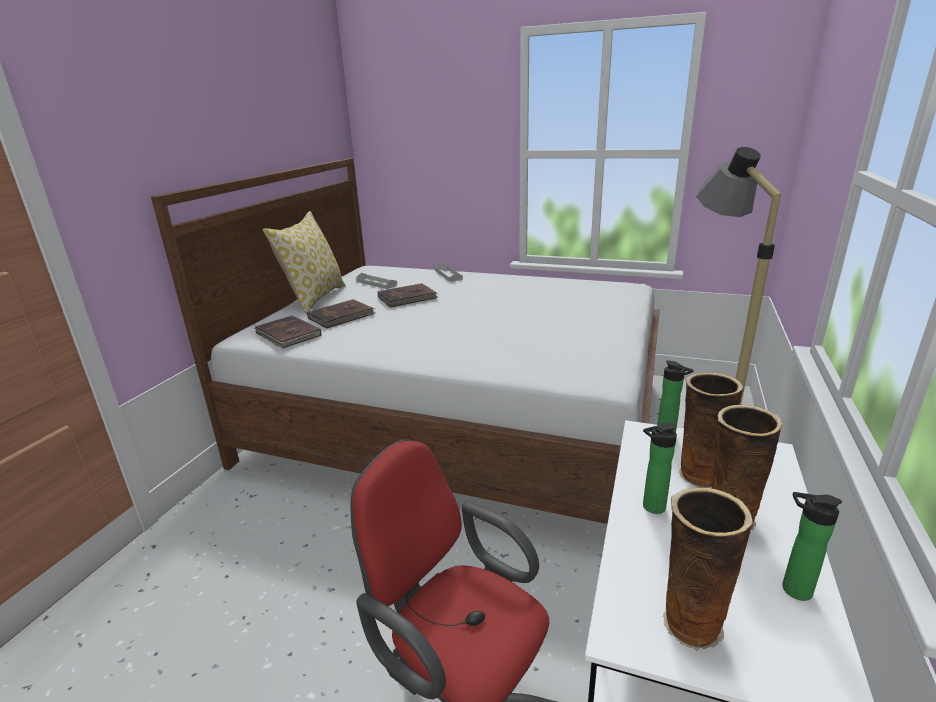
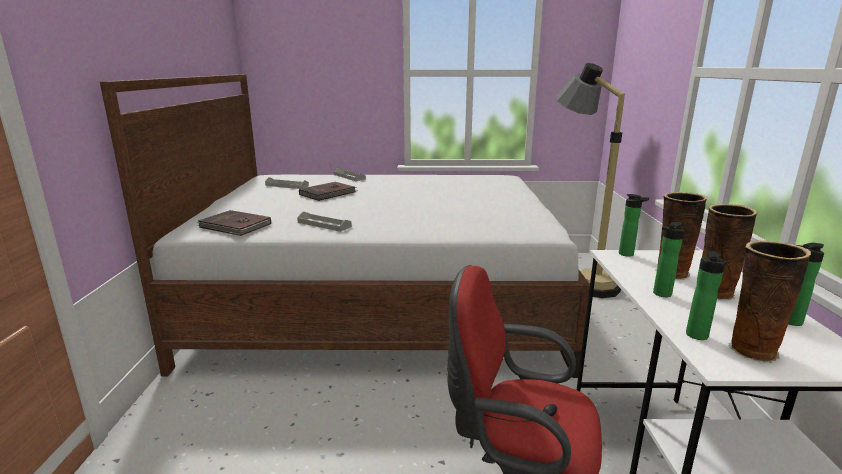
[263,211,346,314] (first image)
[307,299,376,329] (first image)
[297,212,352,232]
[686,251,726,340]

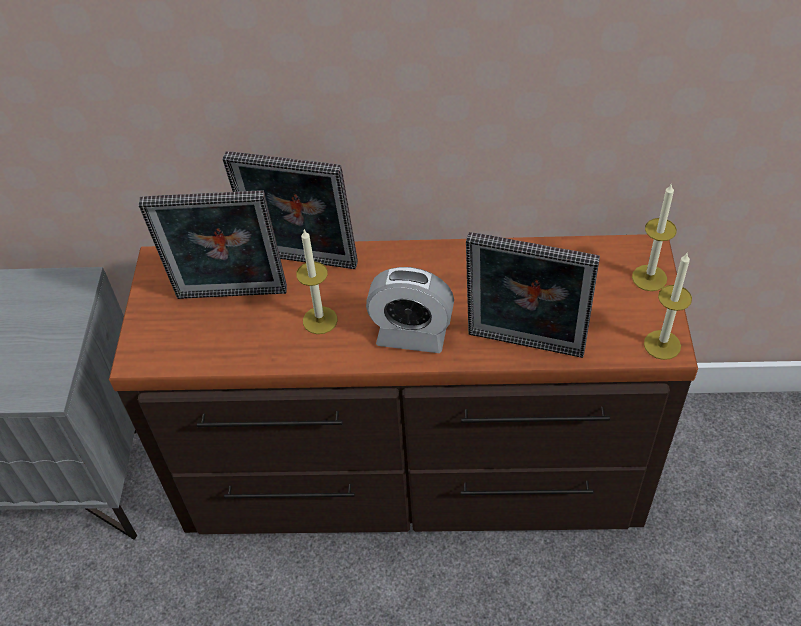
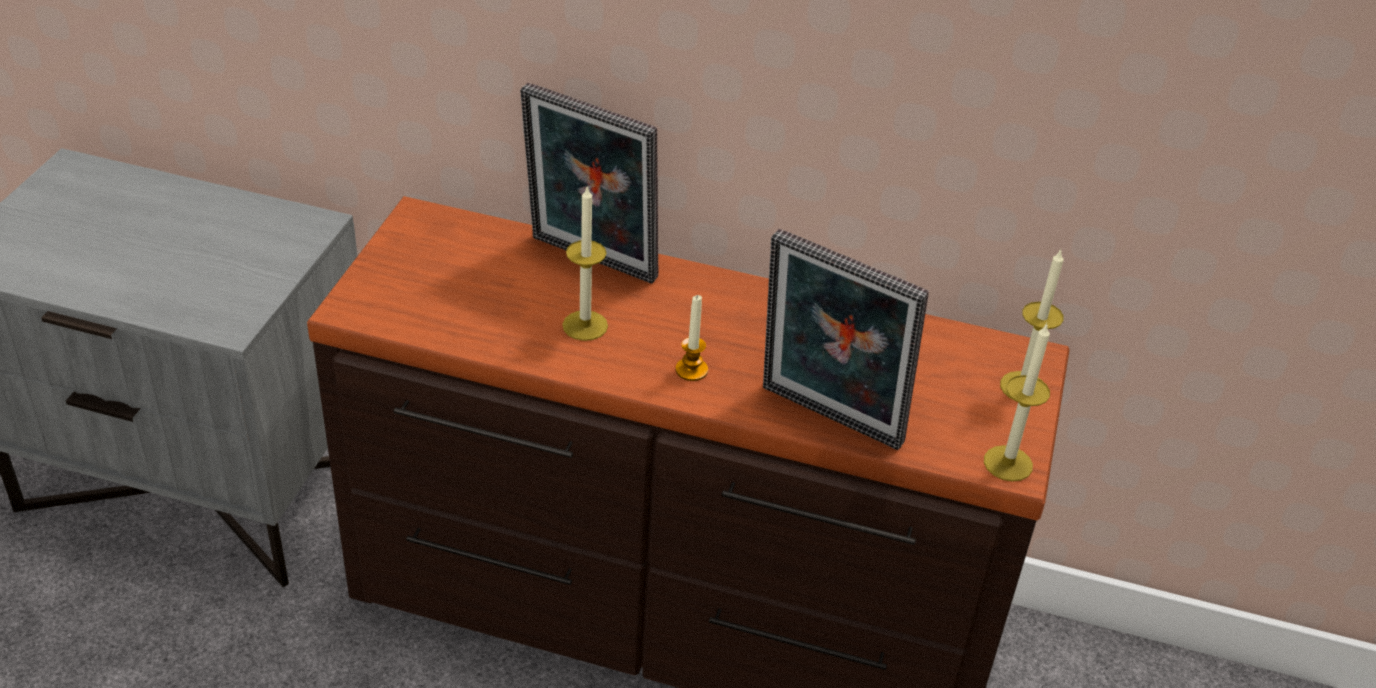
[139,190,287,299] (first image)
[676,295,708,381]

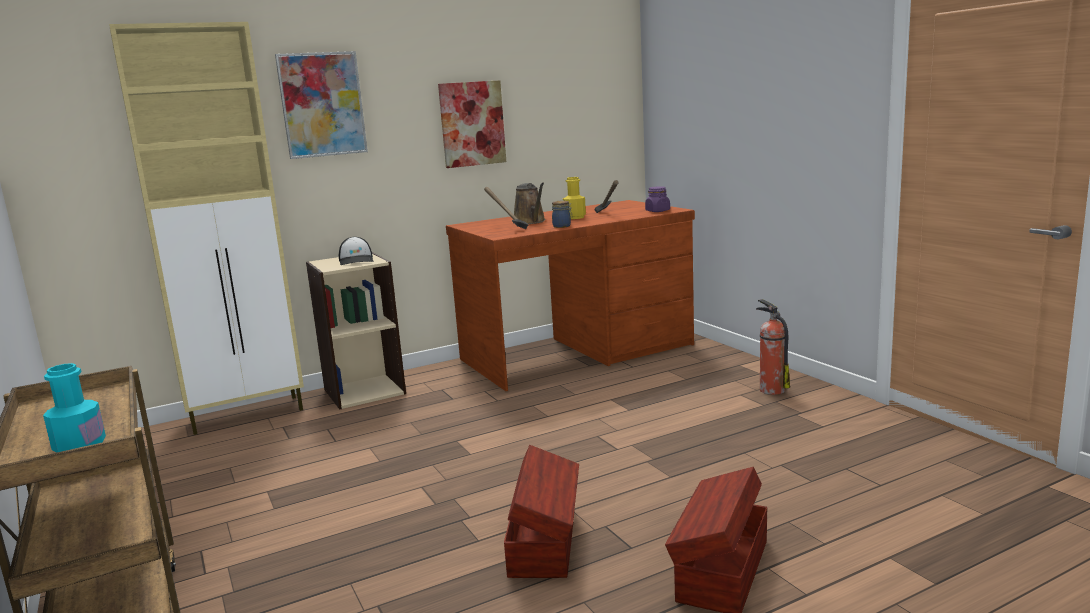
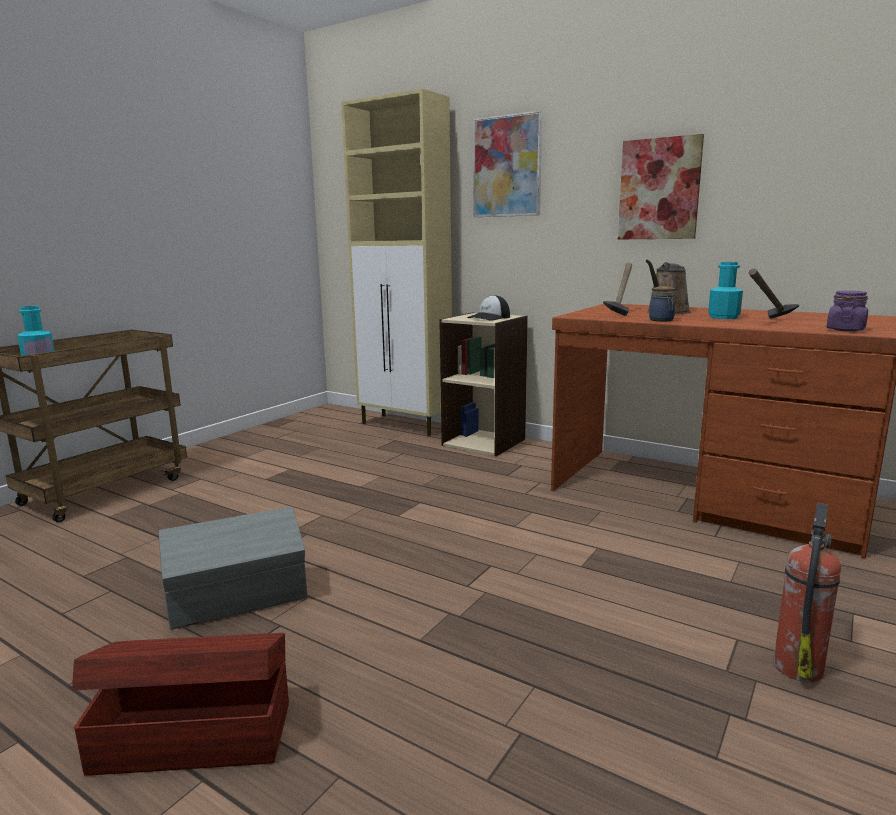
[708,262,743,319]
[159,507,307,630]

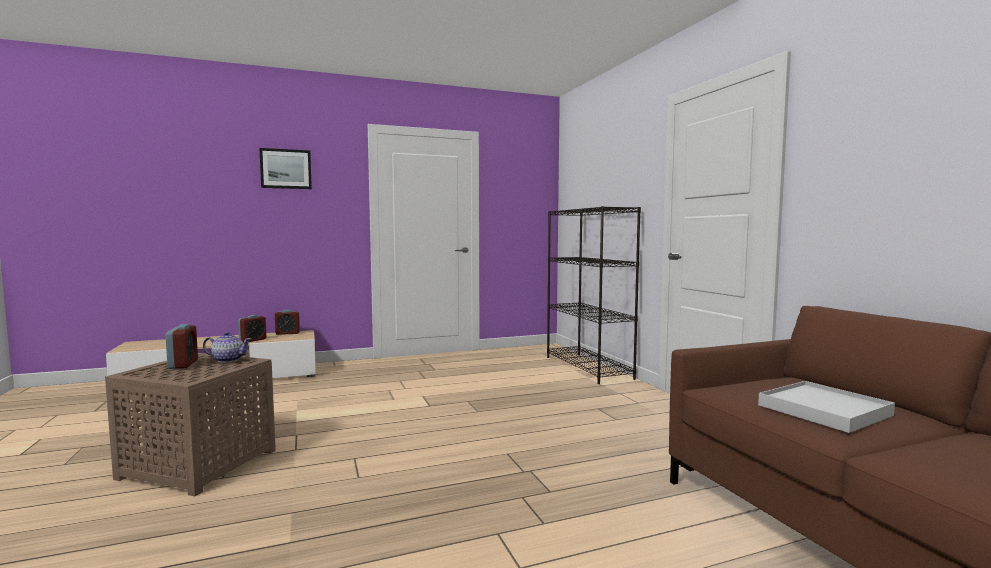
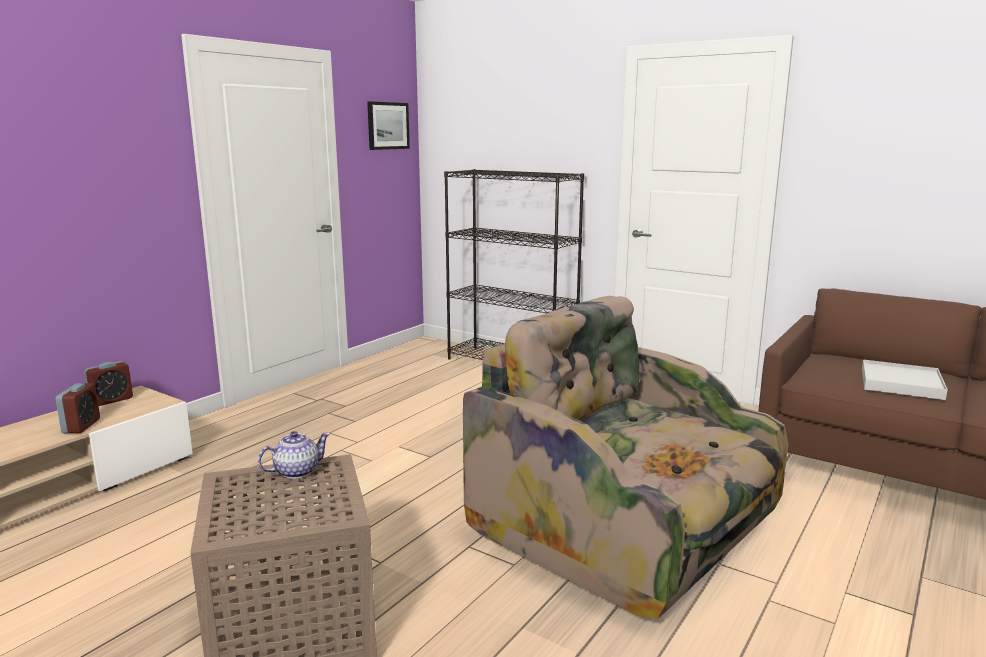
[367,101,410,150]
[165,324,198,369] (first image)
[463,296,788,620]

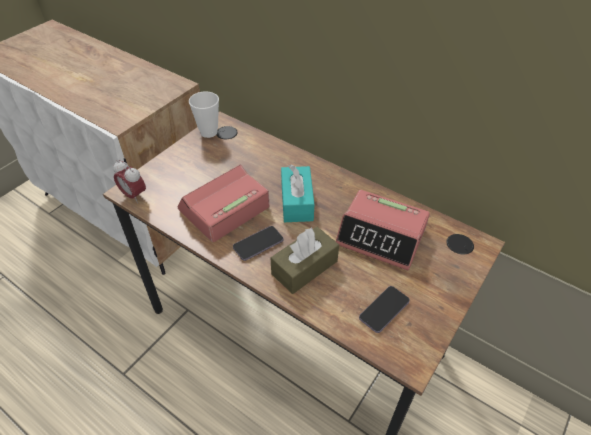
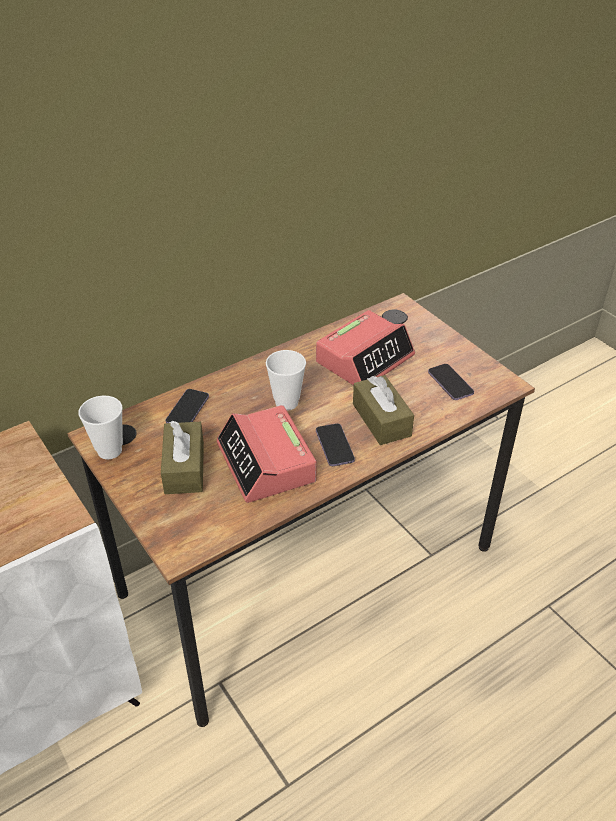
[113,160,146,203] (first image)
[266,350,306,411]
[166,389,209,423]
[161,421,204,494]

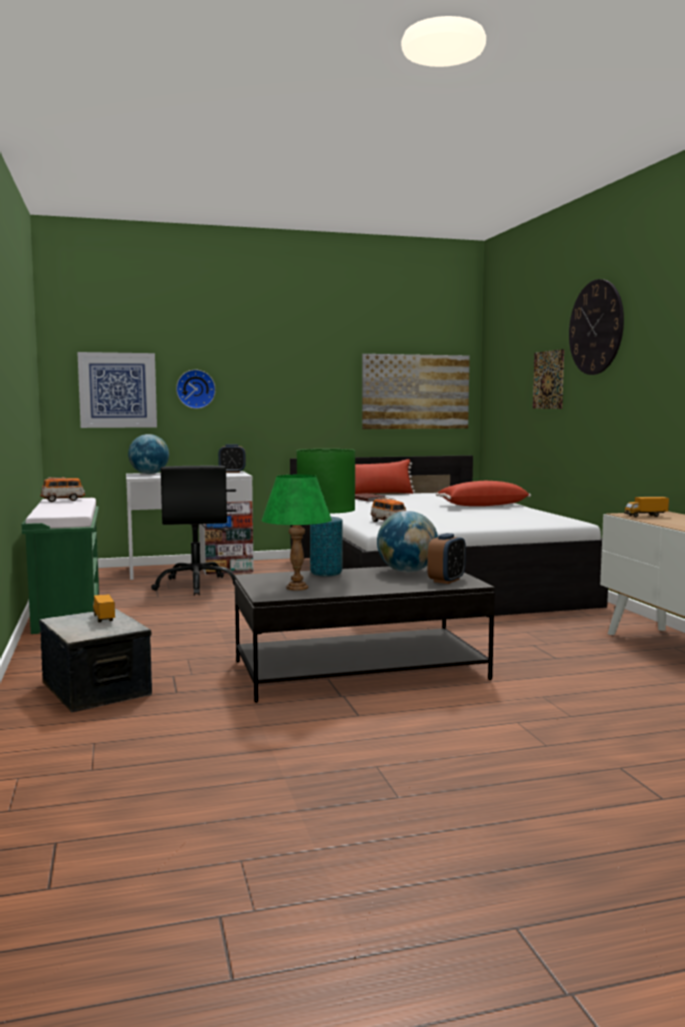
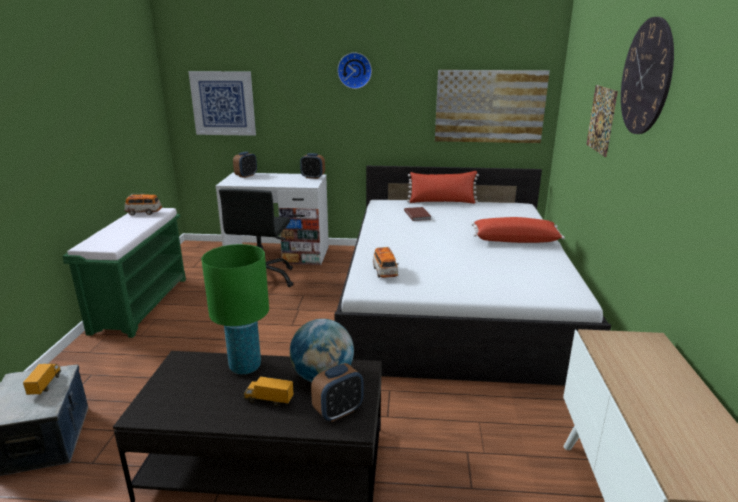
[337,52,372,89]
[233,152,257,178]
[262,475,332,590] (first image)
[243,376,294,406]

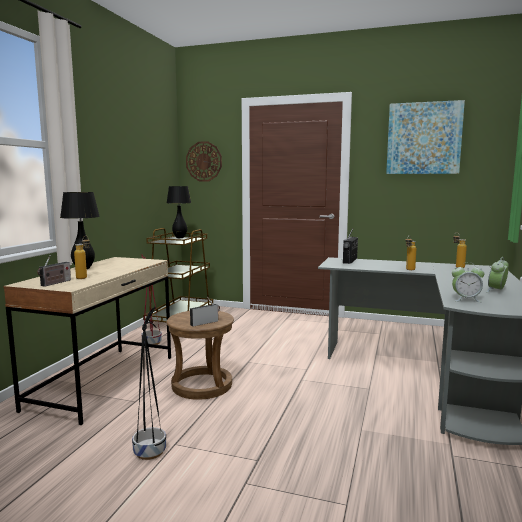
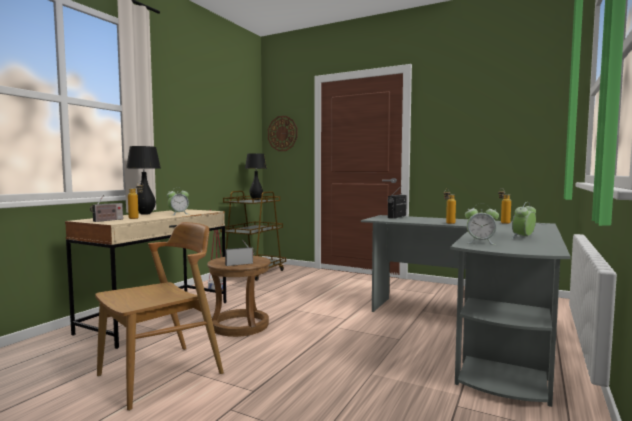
[386,100,465,174] (first image)
[95,222,224,411]
[167,189,189,215]

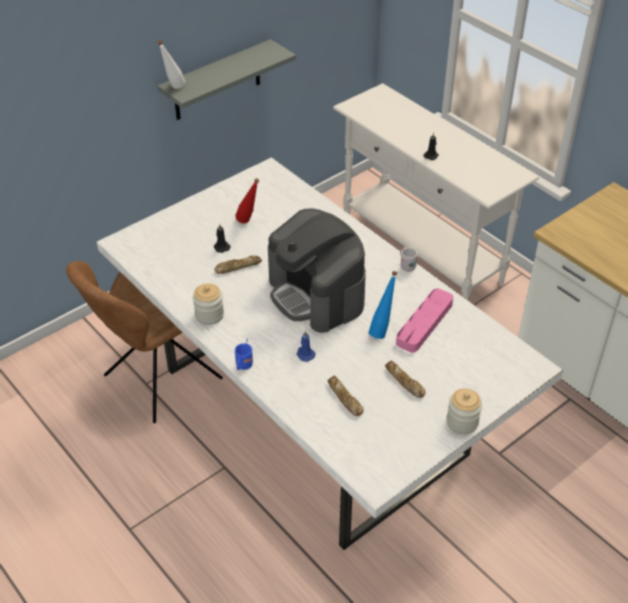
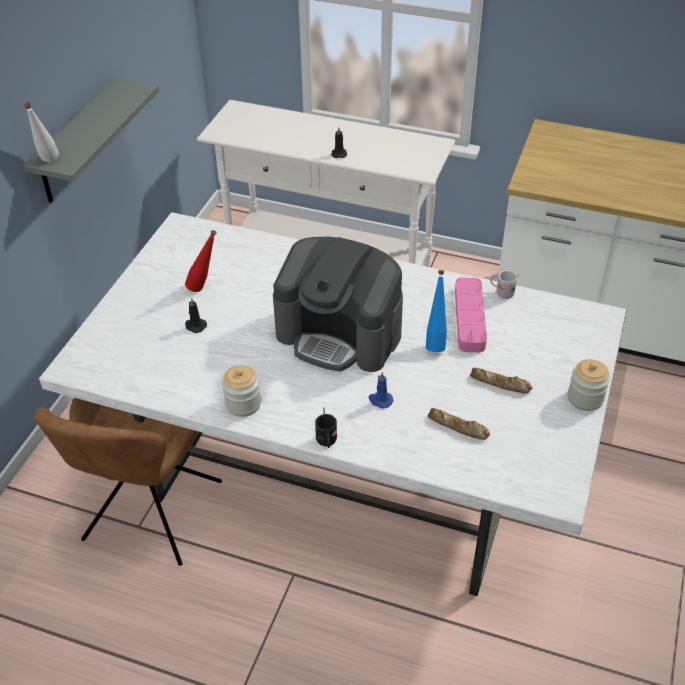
[490,270,519,299]
[214,255,262,274] (first image)
[315,408,337,448]

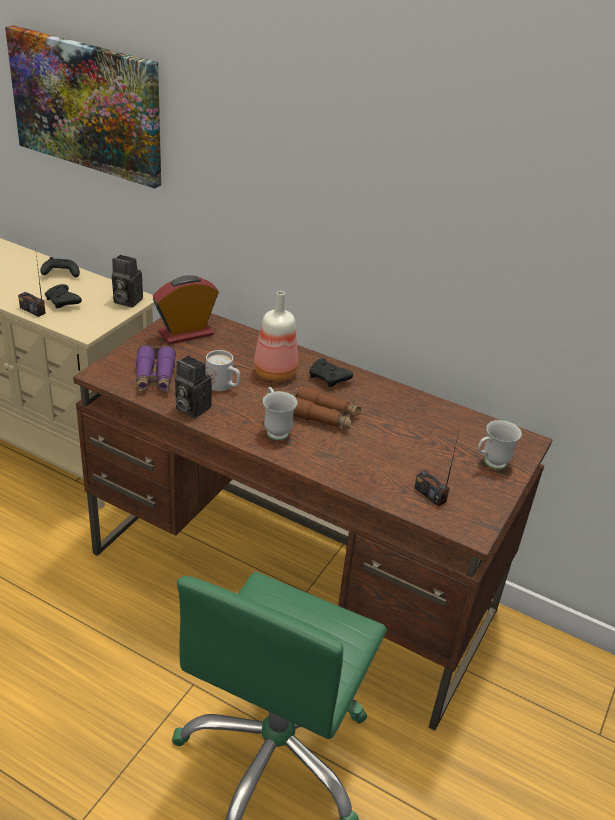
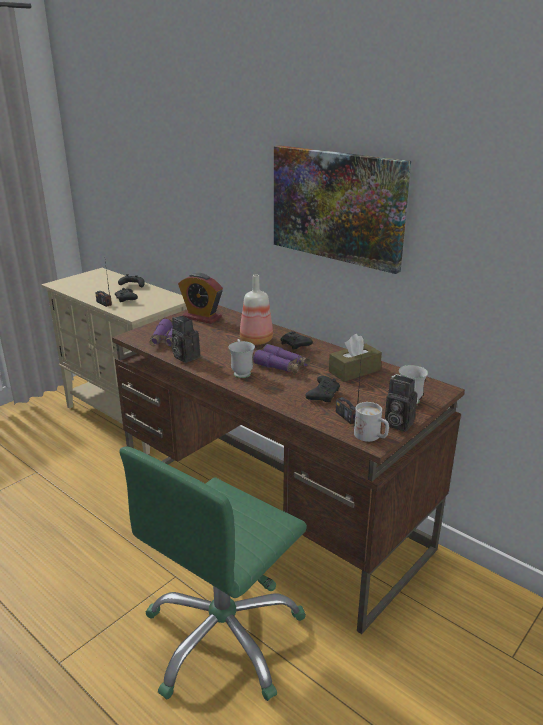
[274,145,411,274]
[384,375,418,432]
[178,273,223,324]
[354,402,389,442]
[253,344,310,373]
[329,334,382,382]
[305,376,340,402]

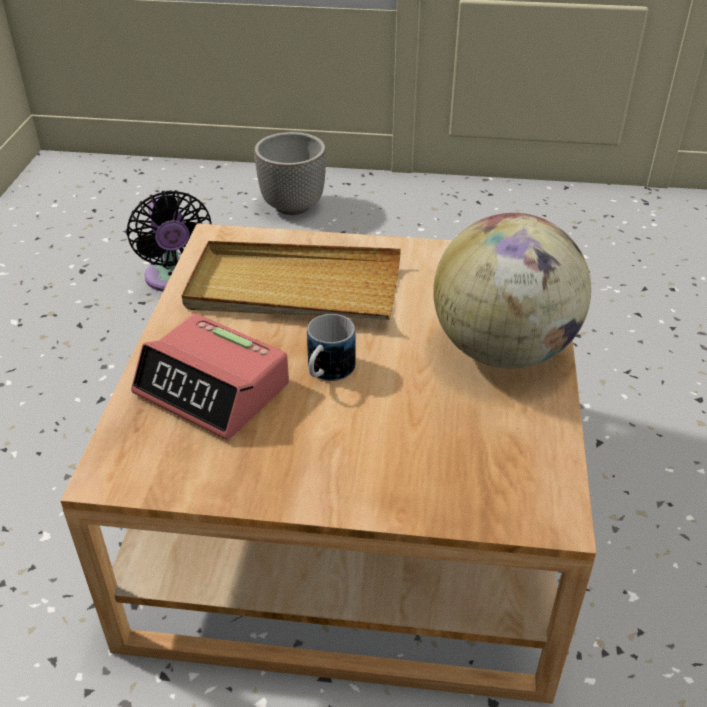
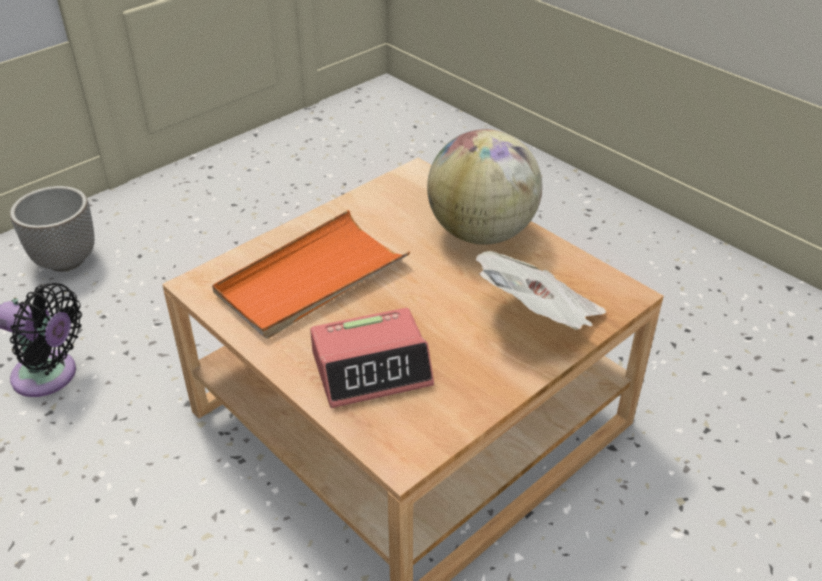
[212,210,410,339]
[307,314,356,381] (first image)
[476,251,606,330]

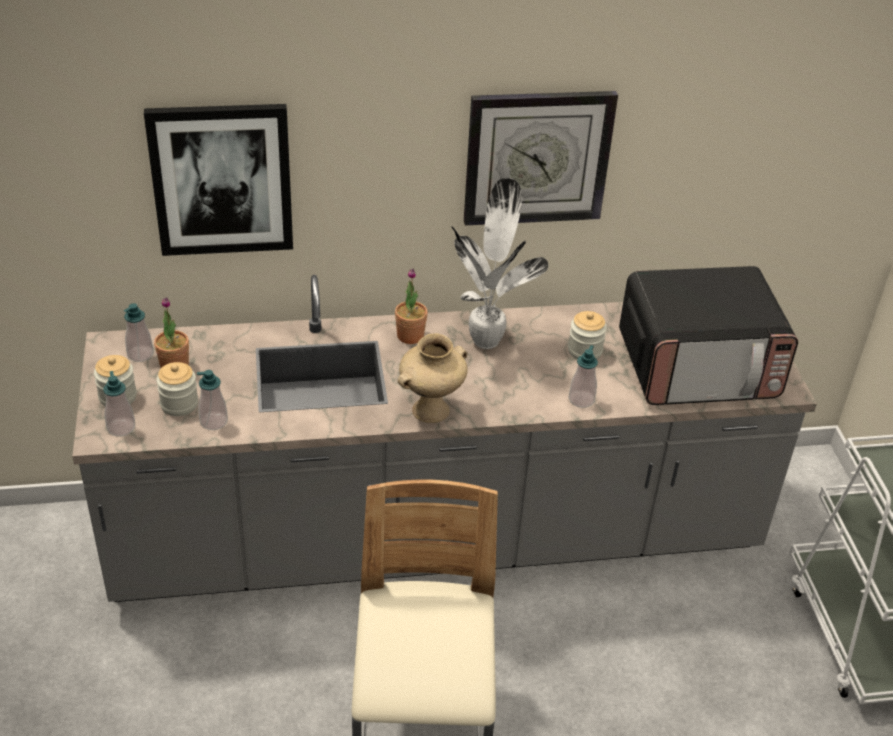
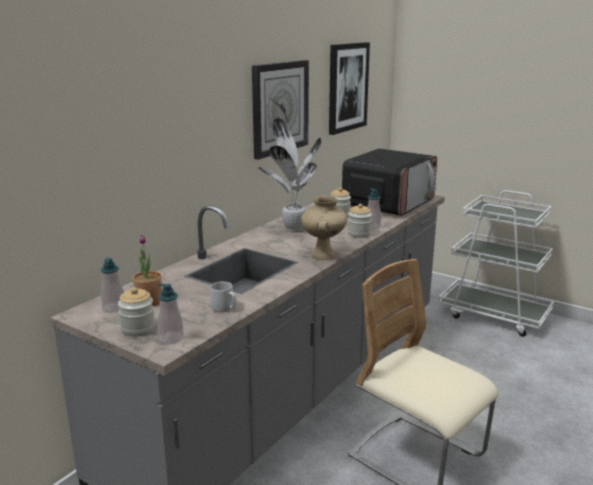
[329,42,370,135]
[395,269,428,344] (first image)
[348,204,372,238]
[210,281,236,312]

